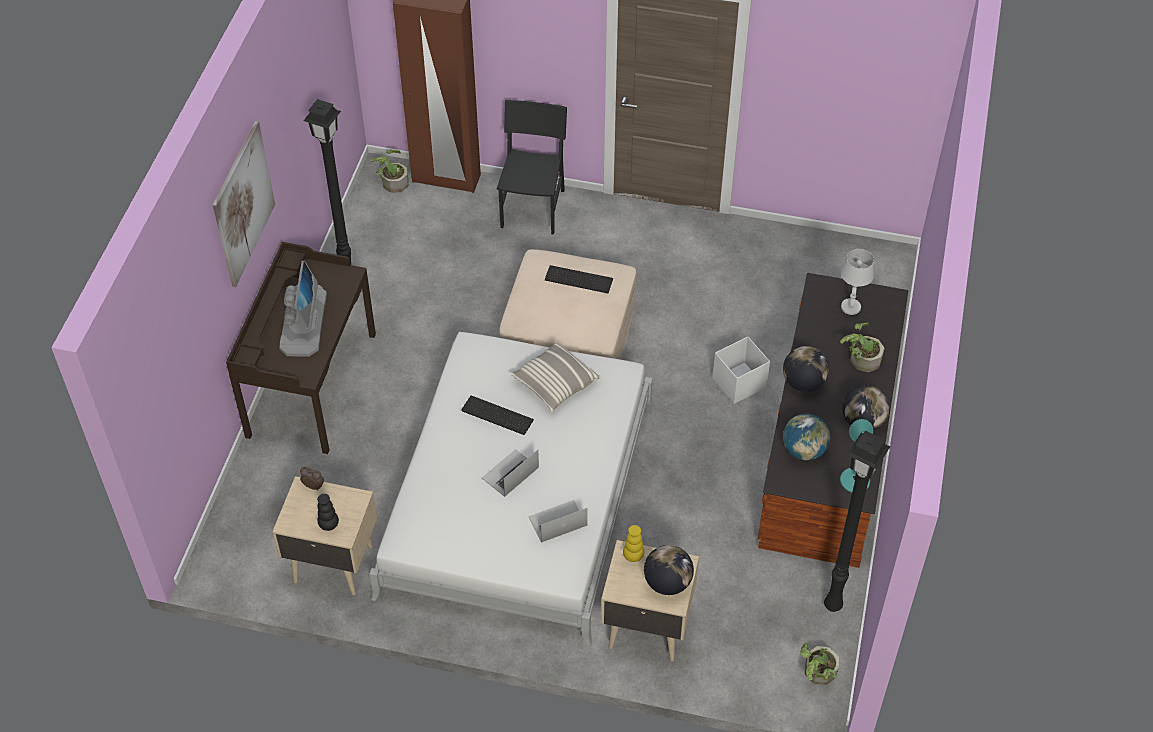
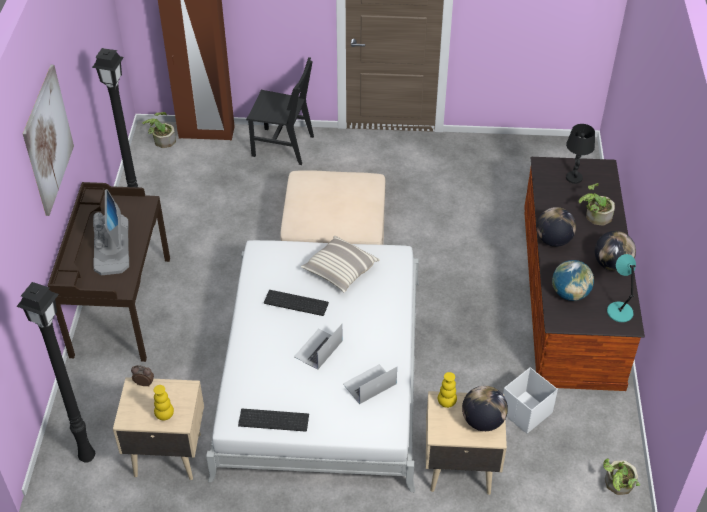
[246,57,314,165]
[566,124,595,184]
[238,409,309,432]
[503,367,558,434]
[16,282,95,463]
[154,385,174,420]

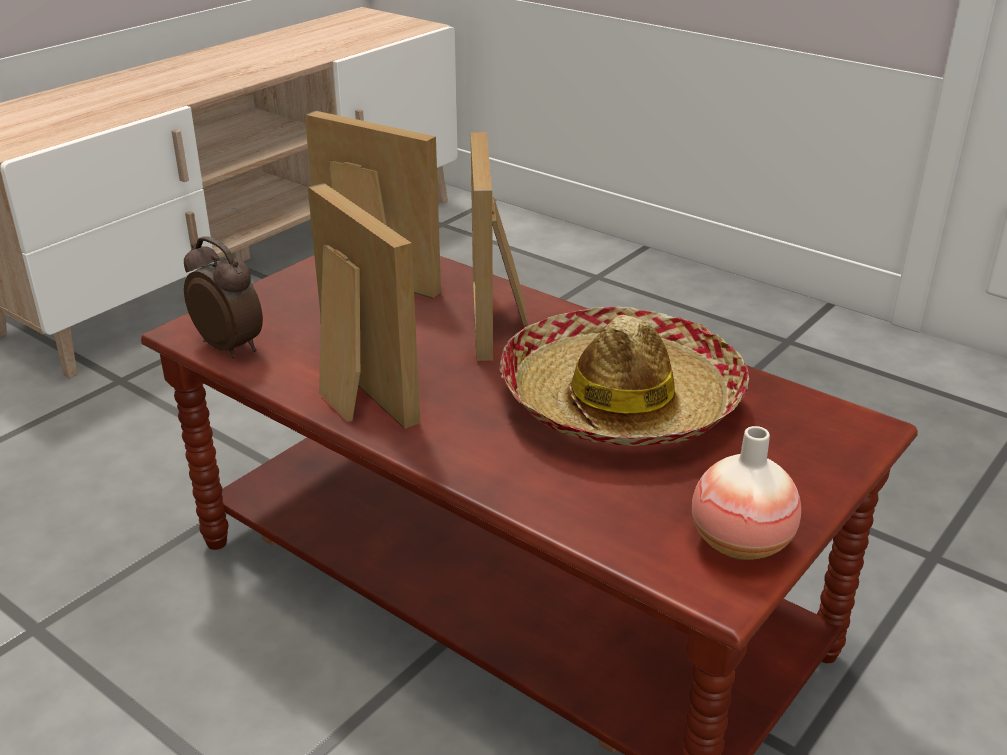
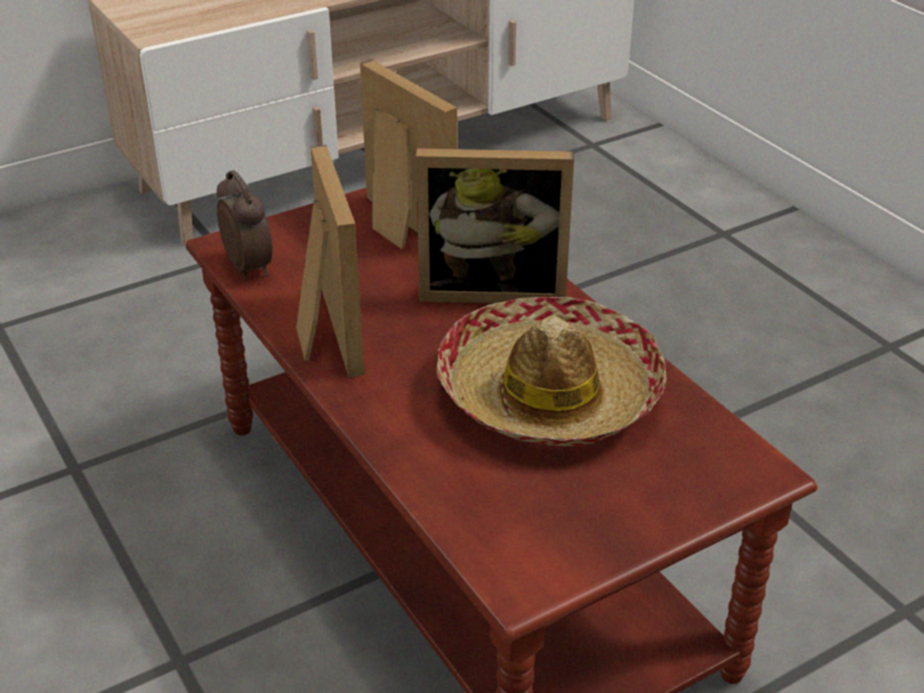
[416,148,574,303]
[692,426,801,560] (first image)

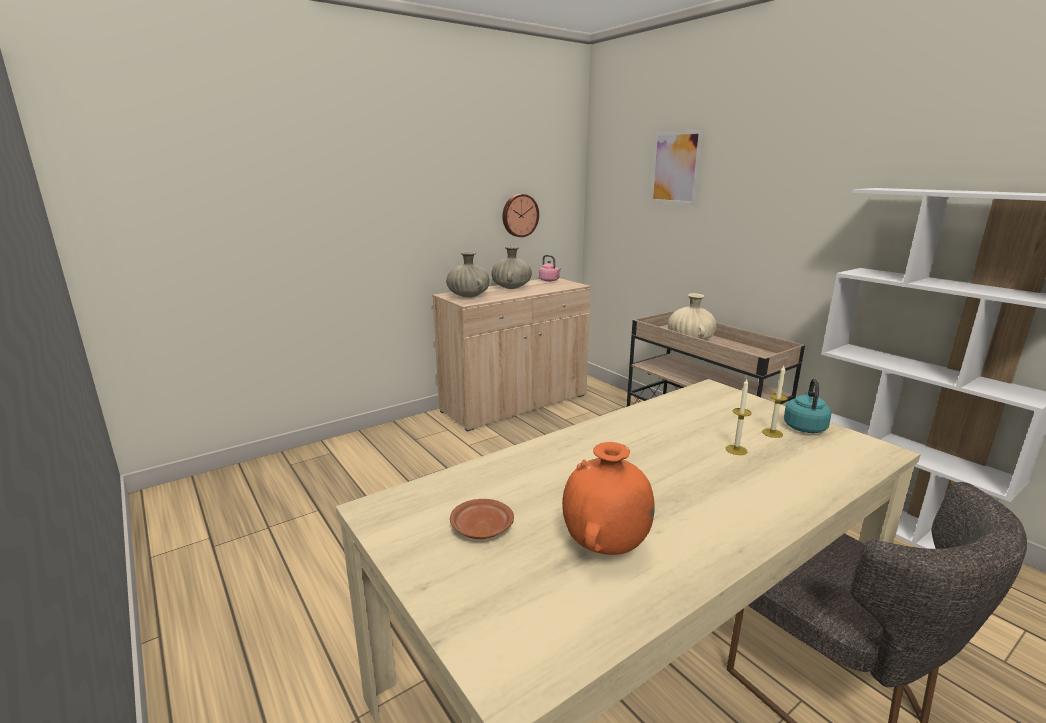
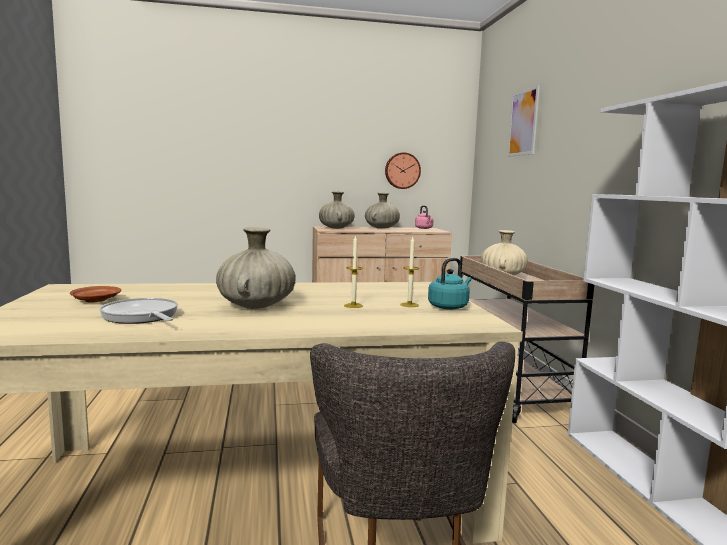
[99,298,178,324]
[216,227,295,309]

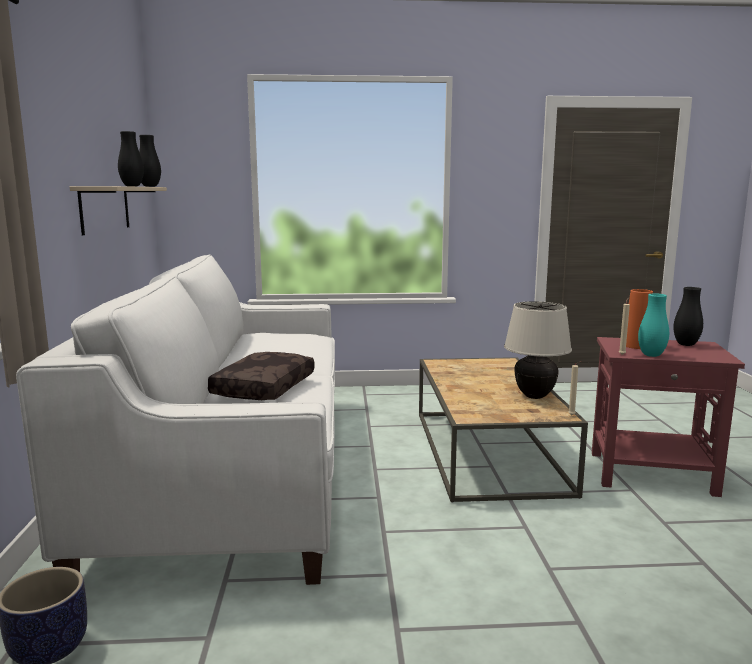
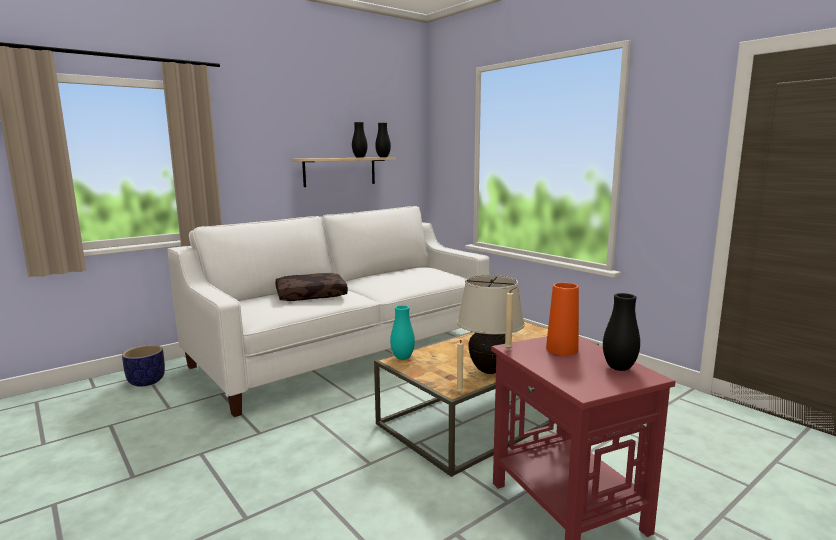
[390,305,415,360]

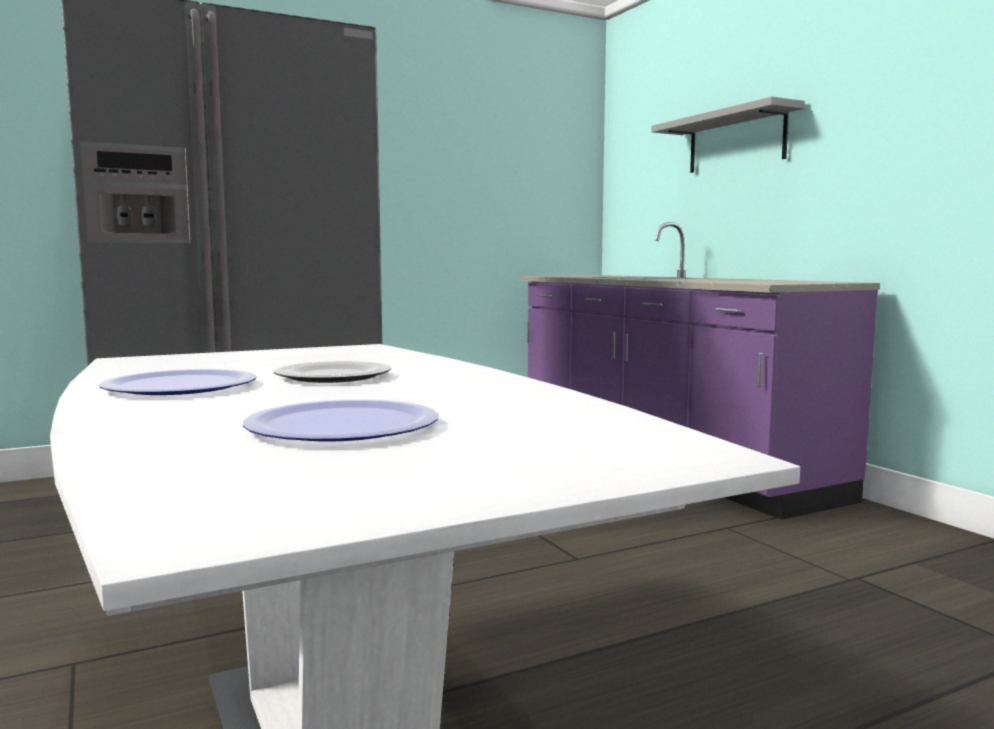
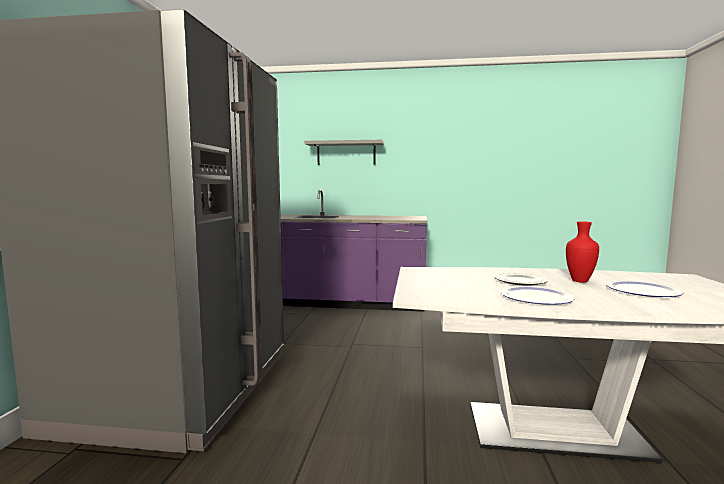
[566,221,599,283]

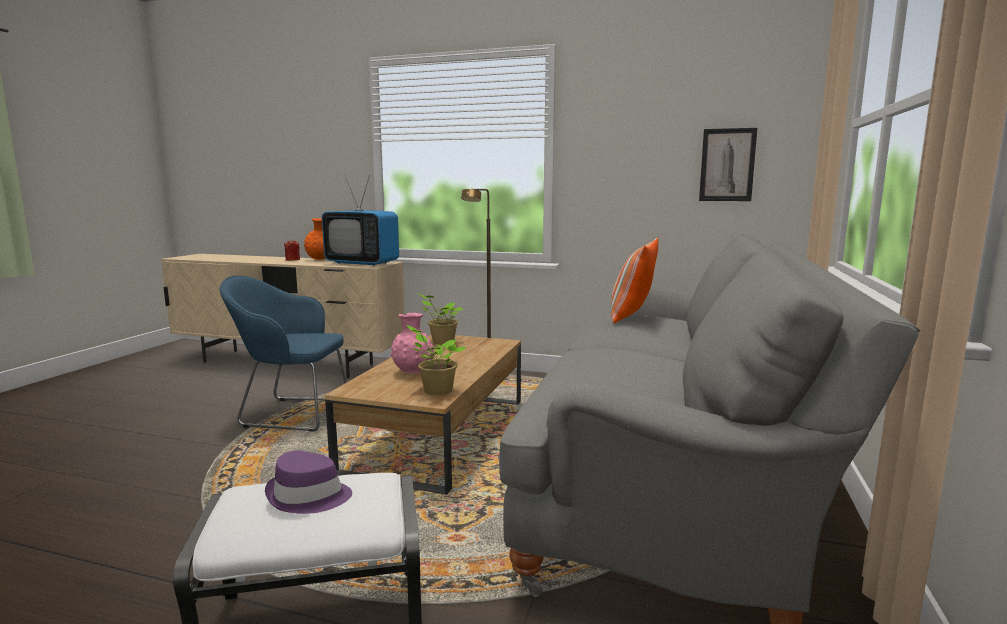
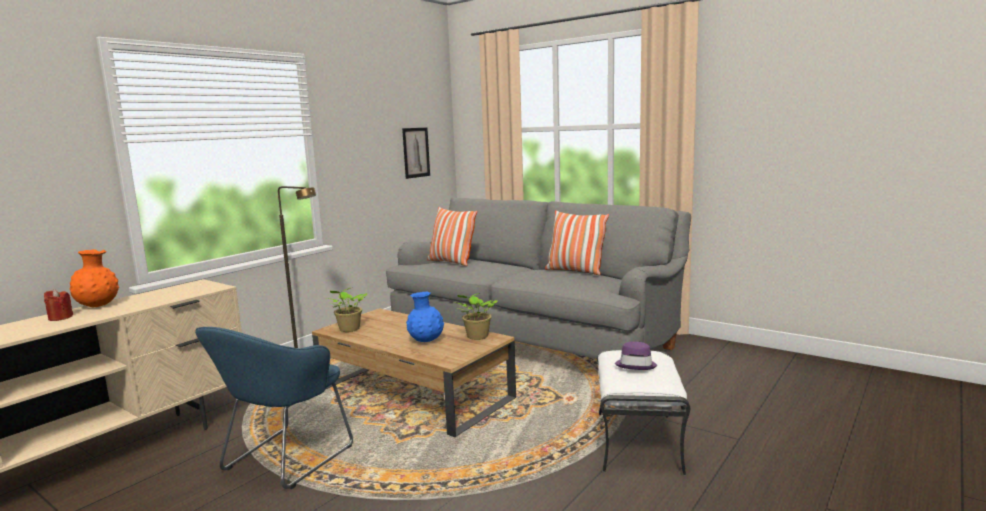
[322,175,399,266] (first image)
[406,292,444,342]
[545,210,609,275]

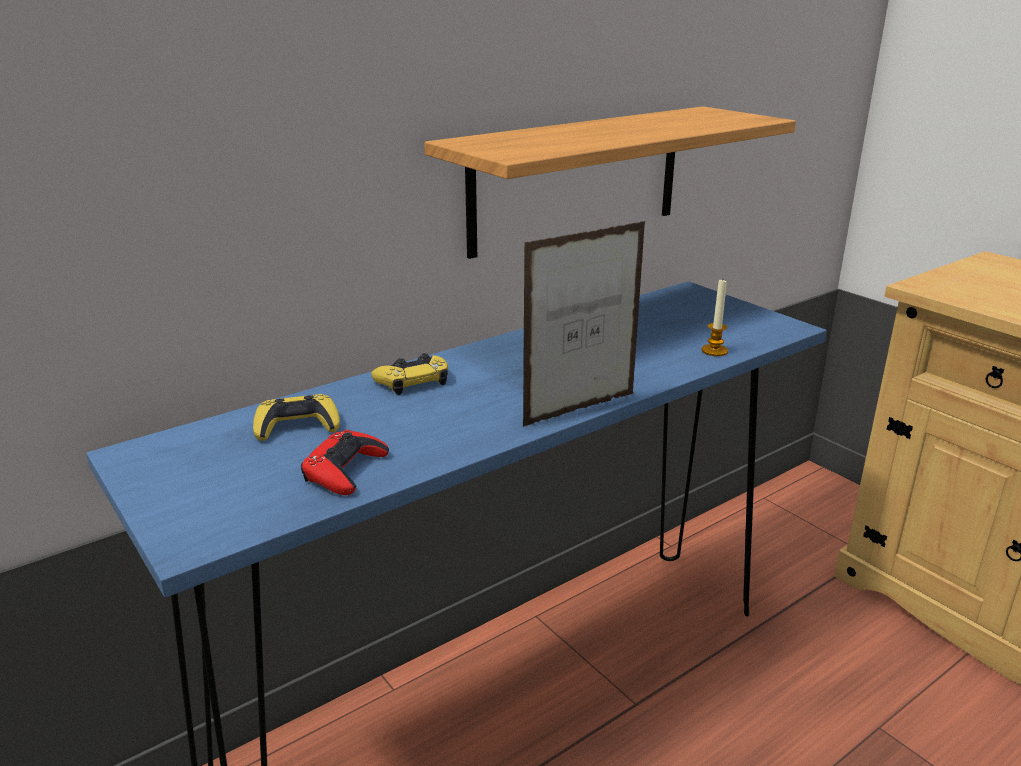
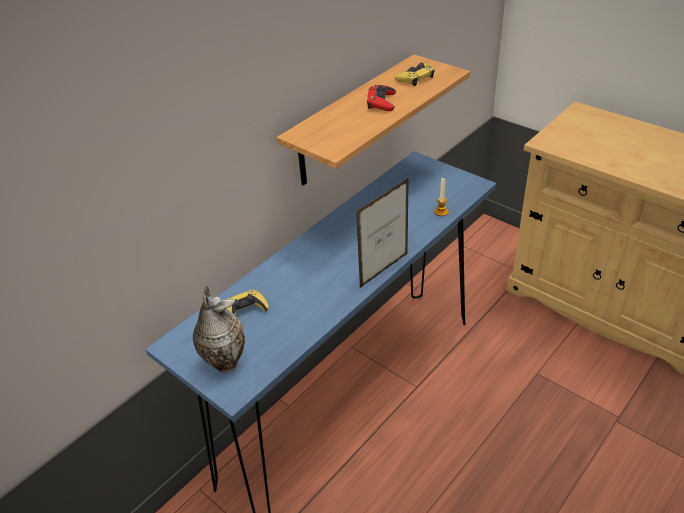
[395,62,435,86]
[367,85,396,111]
[193,285,245,373]

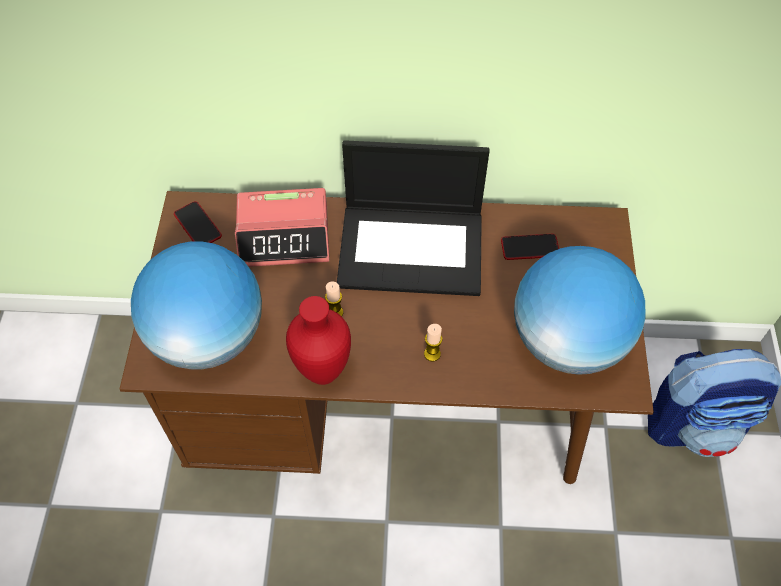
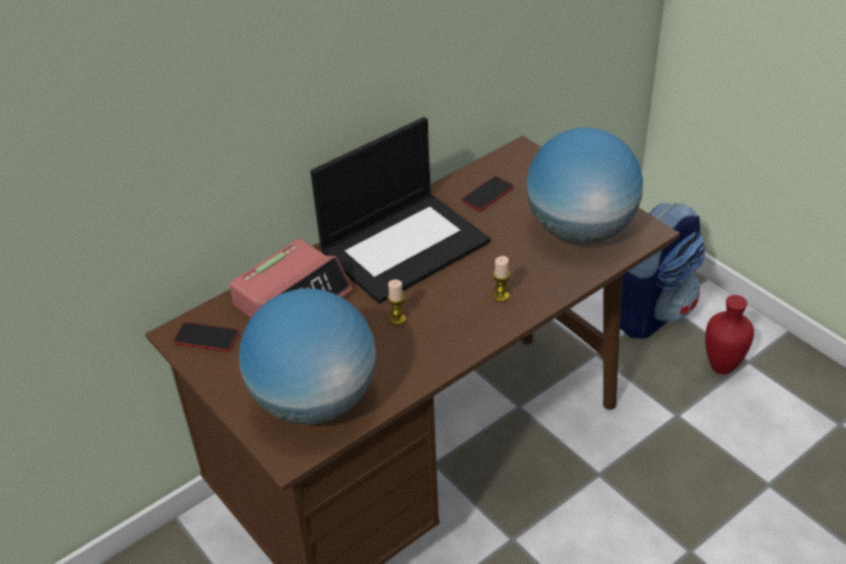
[705,295,754,374]

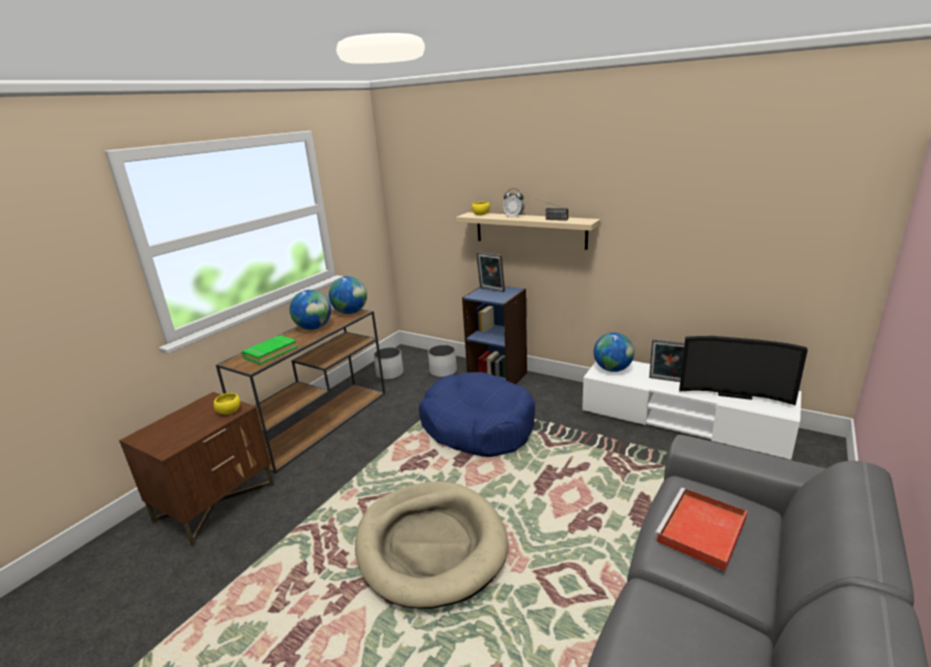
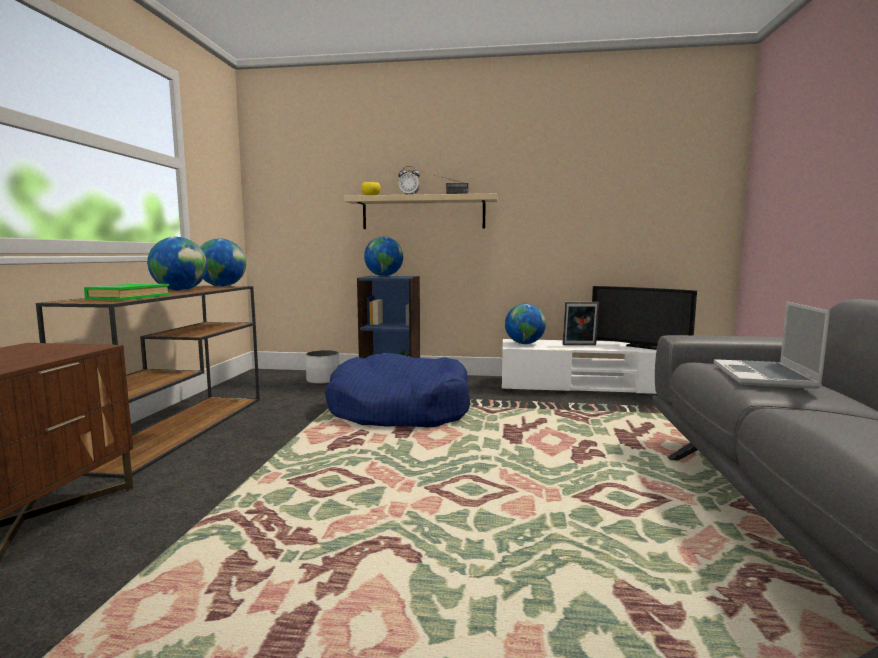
[364,237,403,276]
[592,286,697,350]
[374,347,404,380] (first image)
[214,393,240,414] (first image)
[355,481,508,609] (first image)
[714,302,830,389]

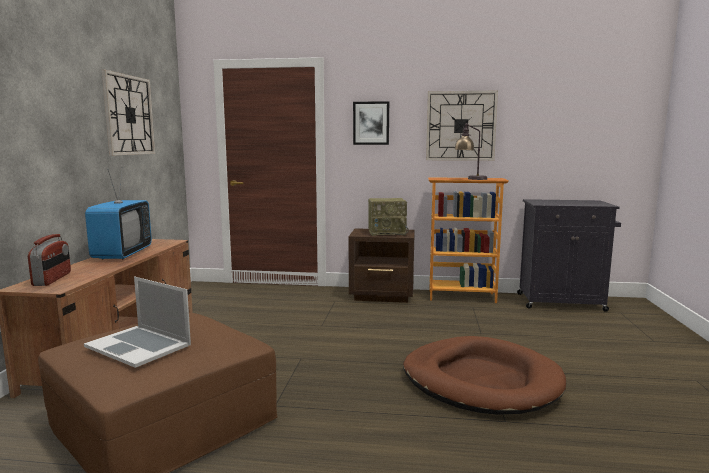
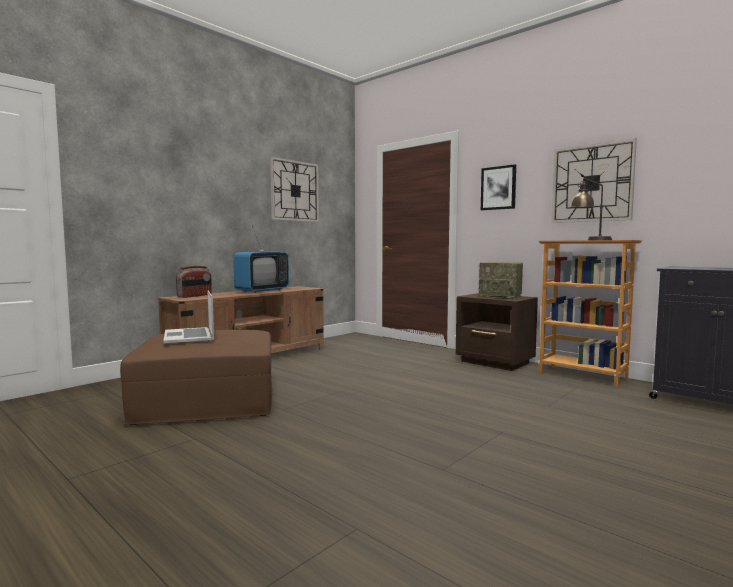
[403,336,566,415] (first image)

